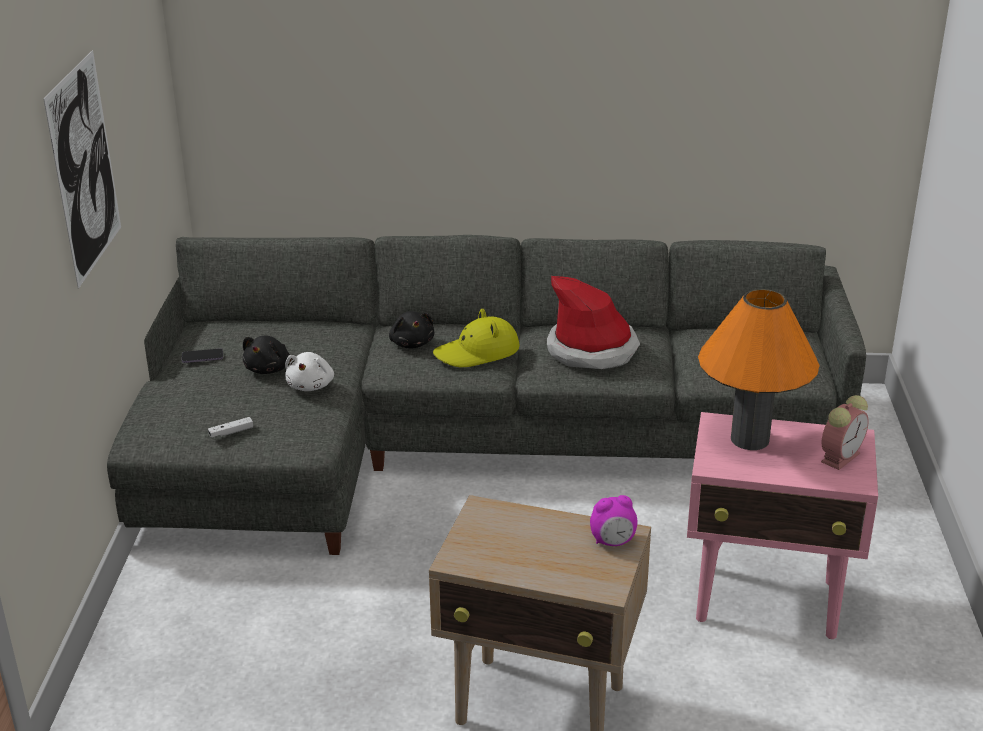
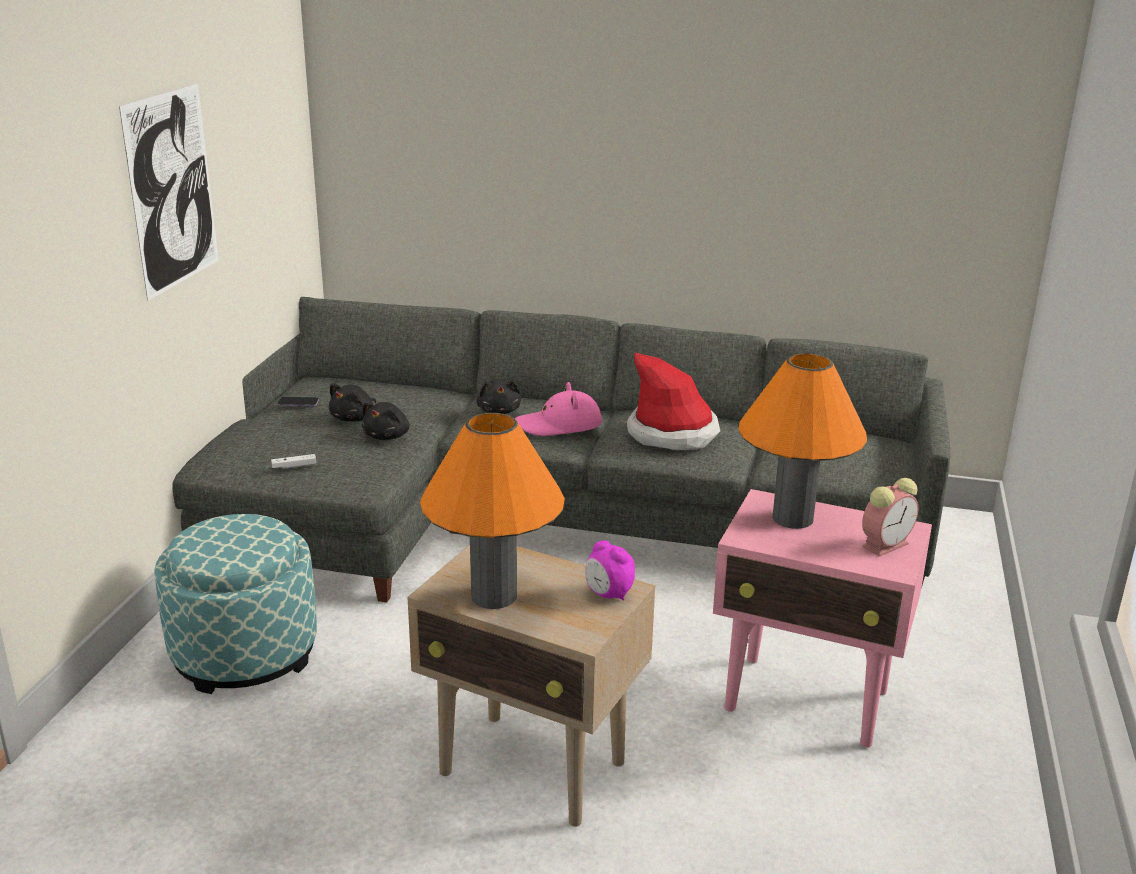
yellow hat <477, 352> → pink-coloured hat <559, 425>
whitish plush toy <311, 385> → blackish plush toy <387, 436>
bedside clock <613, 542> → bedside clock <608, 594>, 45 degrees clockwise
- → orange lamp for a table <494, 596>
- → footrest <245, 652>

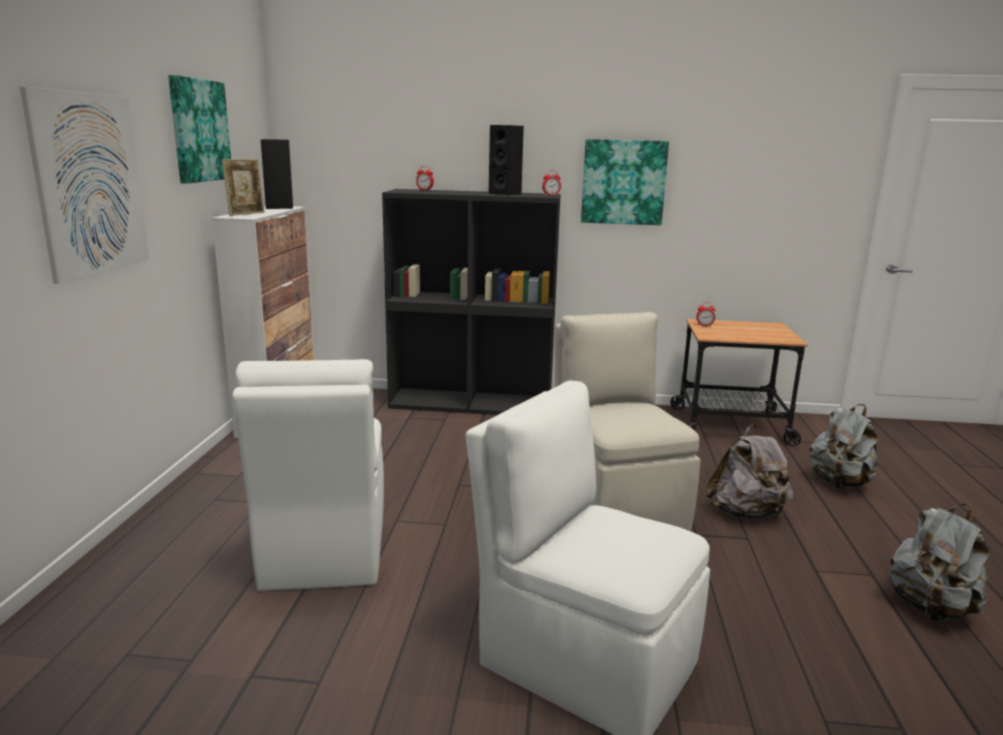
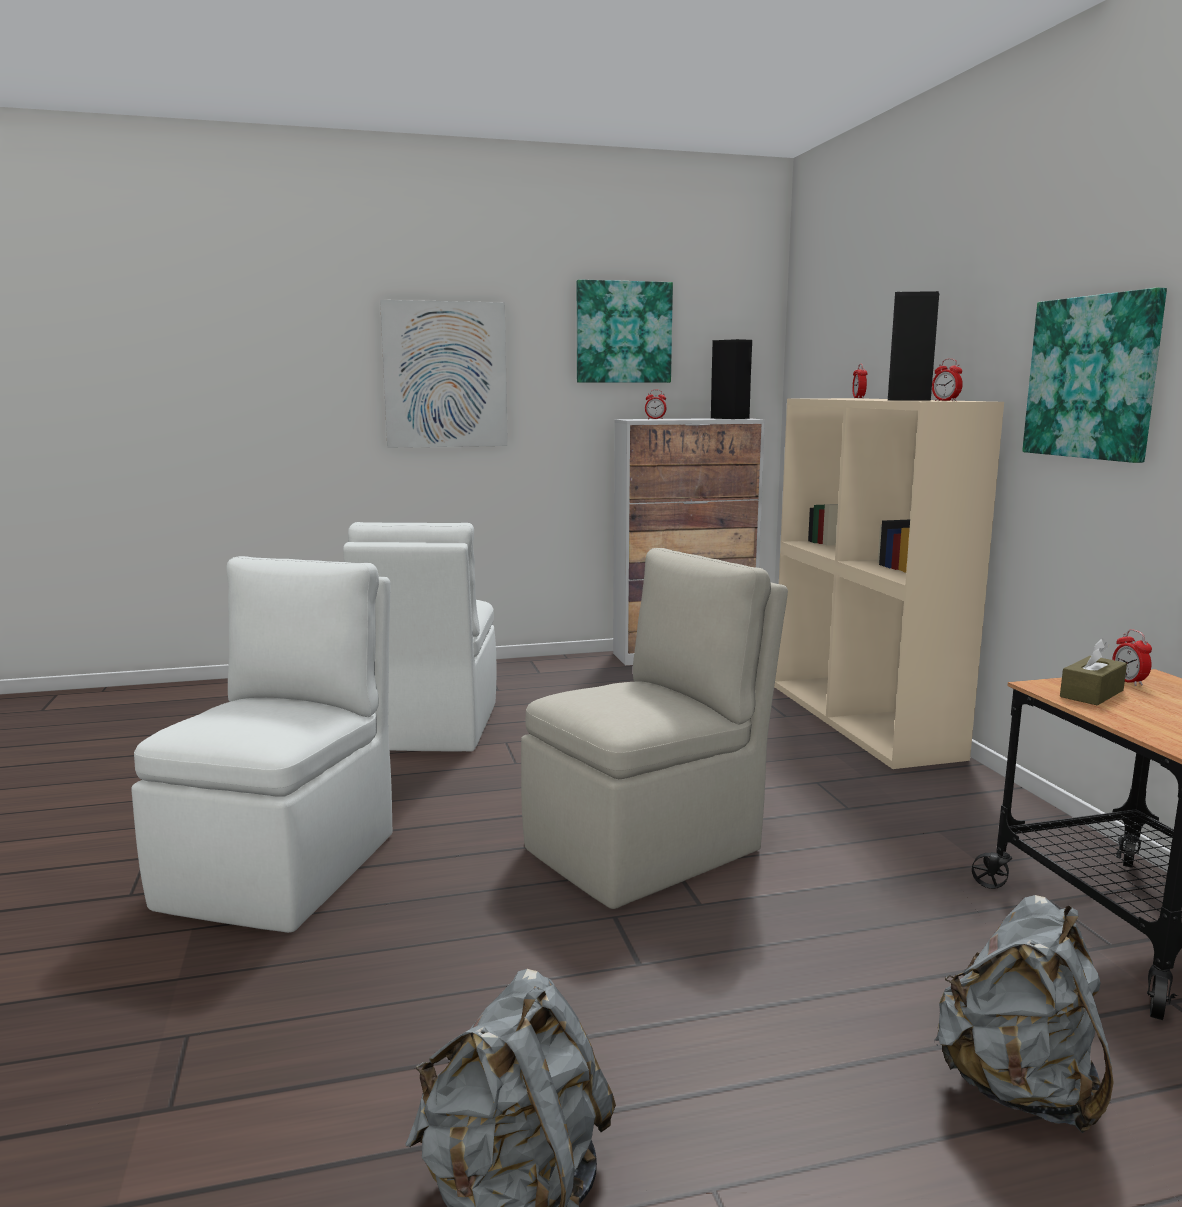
standing frame <246, 214> → bedside clock <655, 419>
blackish bookcase <472, 403> → beige bookcase <863, 720>
whitish upright chair <324, 550> → whitish upright chair <430, 728>, 60 degrees counterclockwise
greyish knapsack <746, 513> → -
- → brownish tissue box <1091, 694>

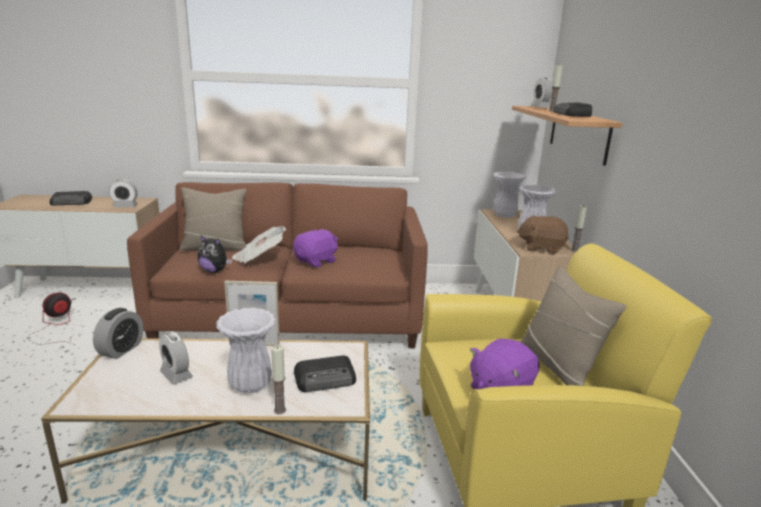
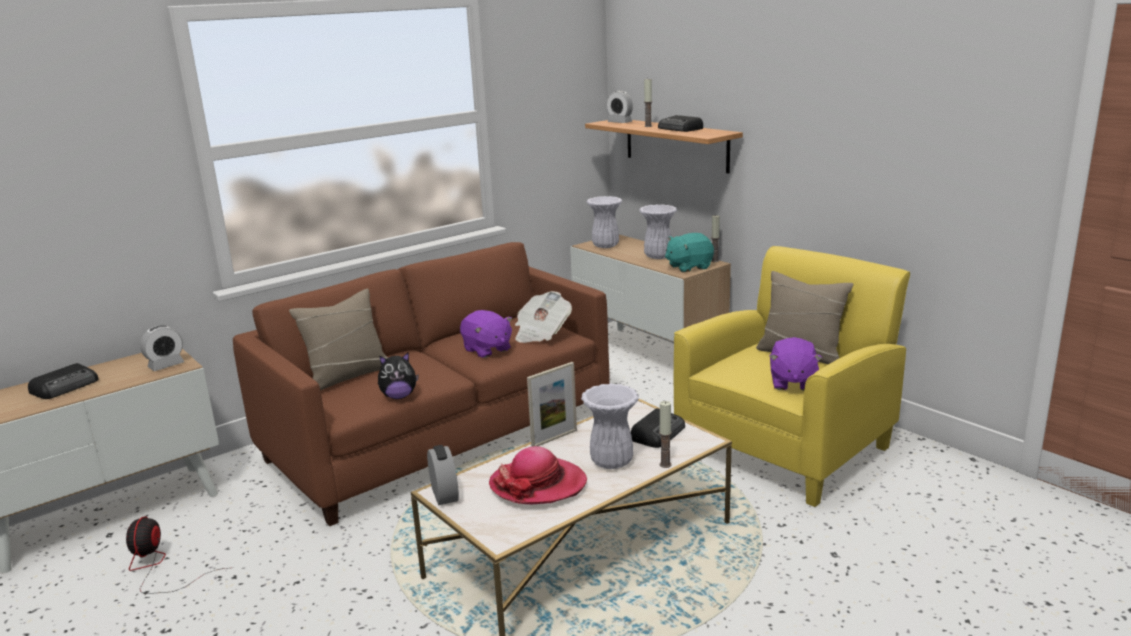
brownish plush toy <541, 248> → blue-green plush toy <688, 267>
printed paper <259, 258> → printed paper <541, 333>, moved
purple plush toy <316, 261> → purple plush toy <487, 350>, 135 degrees clockwise
bedside clock <176, 375> → hat <538, 485>

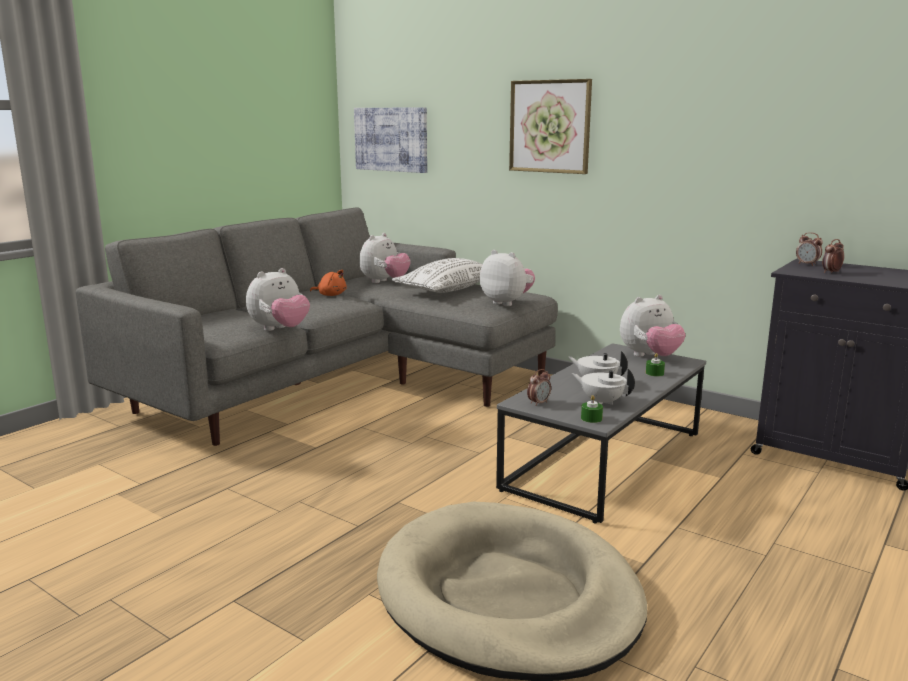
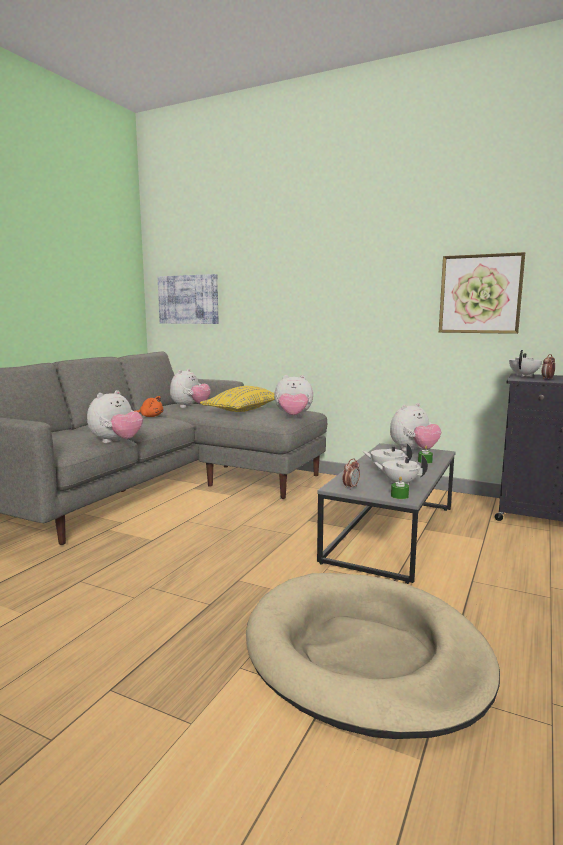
wall art <550, 126> → wall art <480, 294>, moved
bedside clock <807, 264> → whitish teapot <524, 375>
plush toy <507, 303> → plush toy <293, 417>, 150 degrees clockwise
whitish pillow <449, 290> → yellow pillow <244, 410>

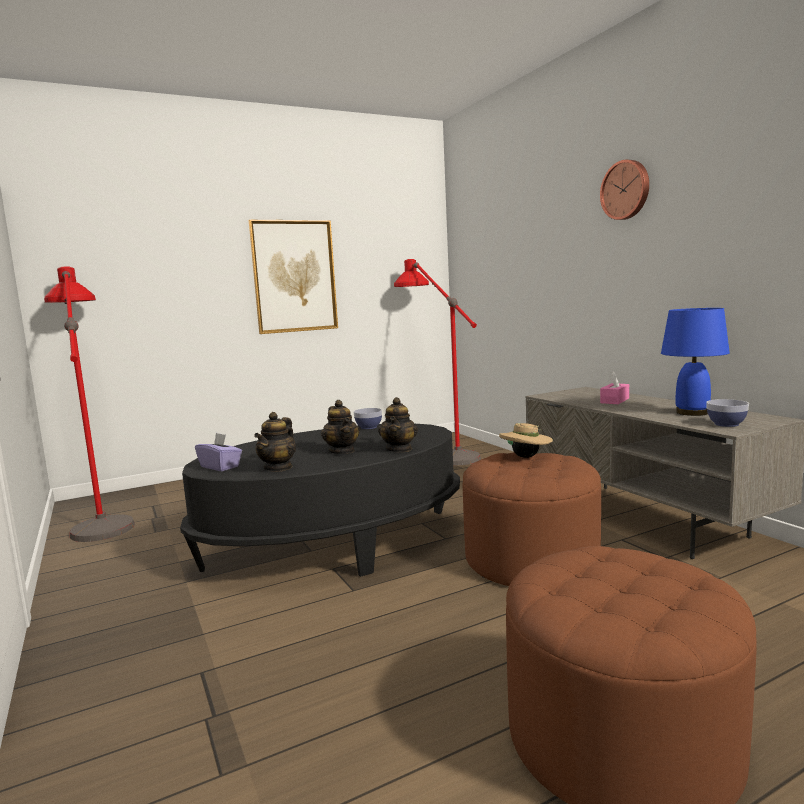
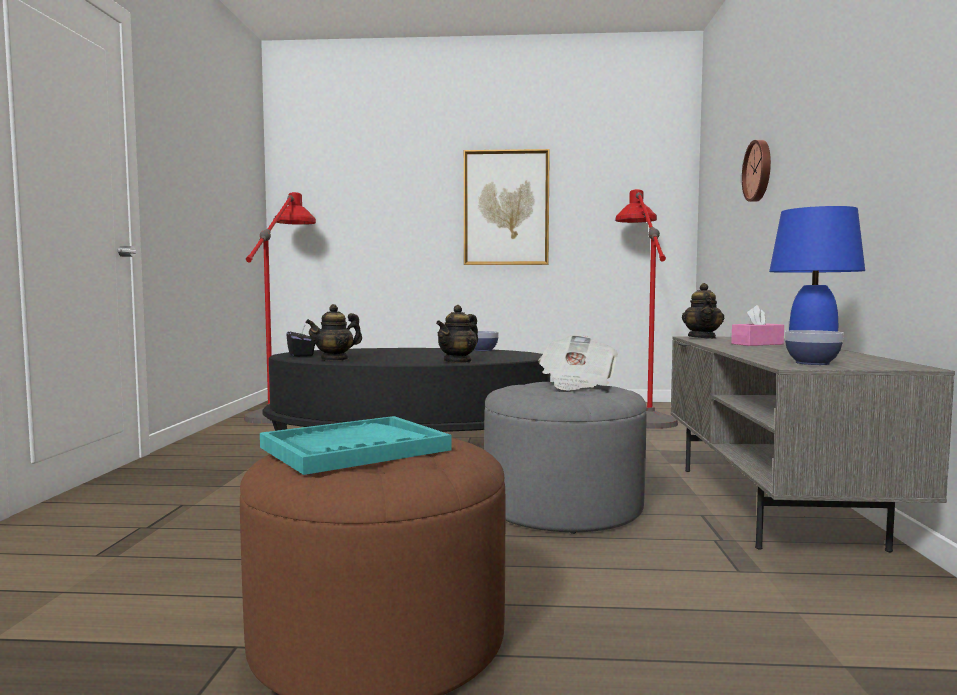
hanging clock <626, 190> → hanging clock <759, 170>, moved
teapot <342, 451> → teapot <702, 337>, moved
beige hat <526, 457> → printed paper <576, 384>
purple tissue box <220, 467> → blackish tissue box <301, 355>
brownish footrest <531, 560> → greyish footrest <563, 506>
- → blue-green carrying tray <354, 449>

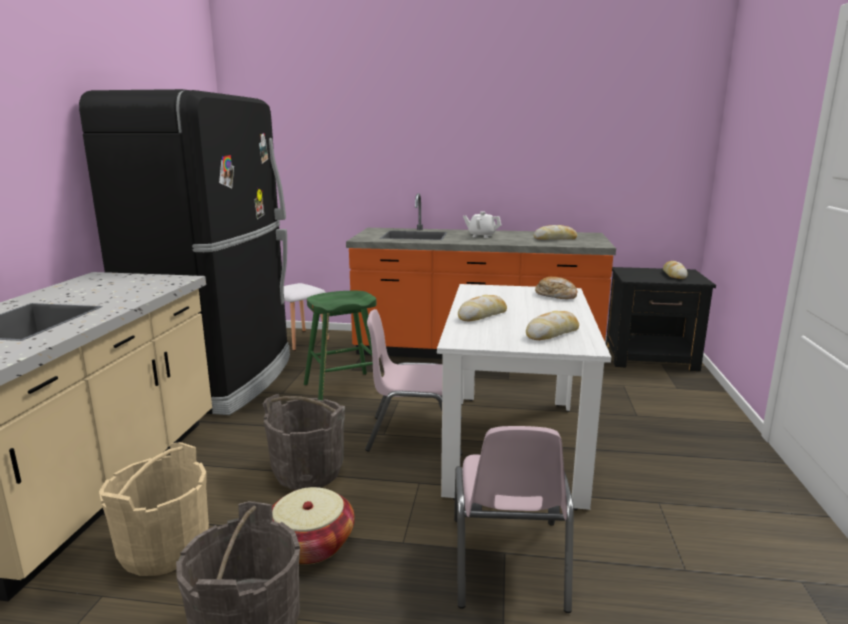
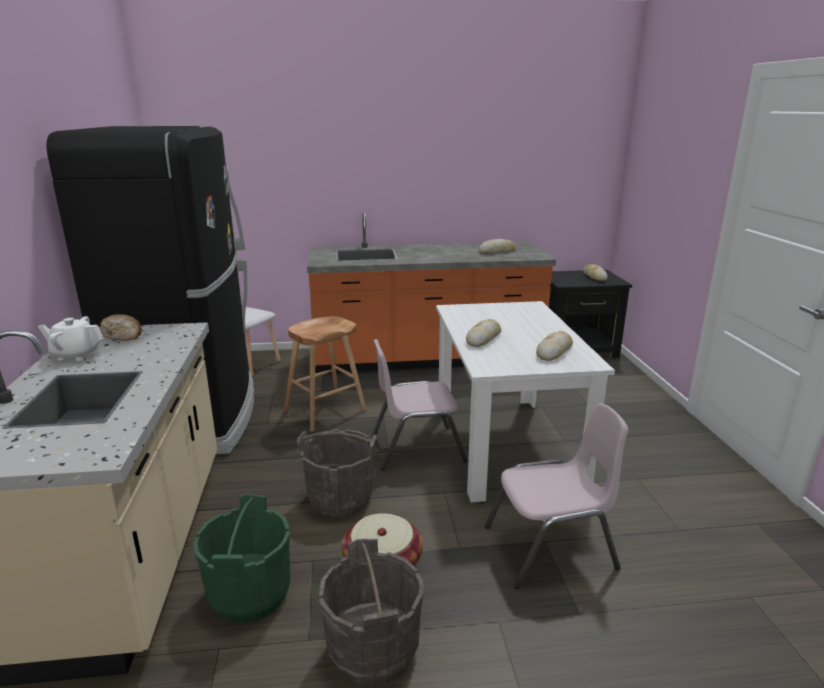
whitish teapot <481, 236> → whitish teapot <76, 355>, moved
baked bread <556, 295> → baked bread <123, 335>, moved
greenish stool seat <343, 388> → brownish stool seat <325, 411>
pink-coloured upright chair <507, 562> → pink-coloured upright chair <551, 548>, 90 degrees counterclockwise
beige bucket <164, 548> → greenish bucket <249, 593>

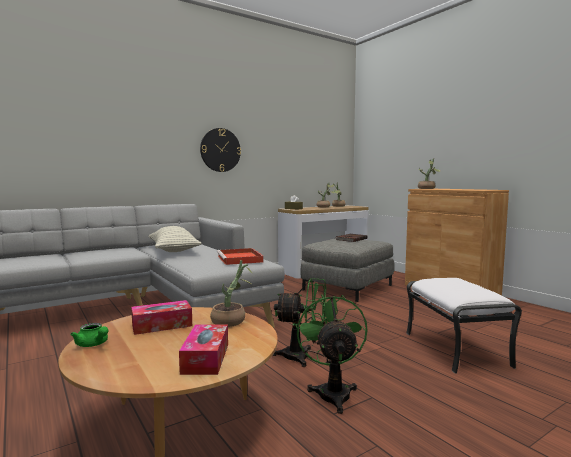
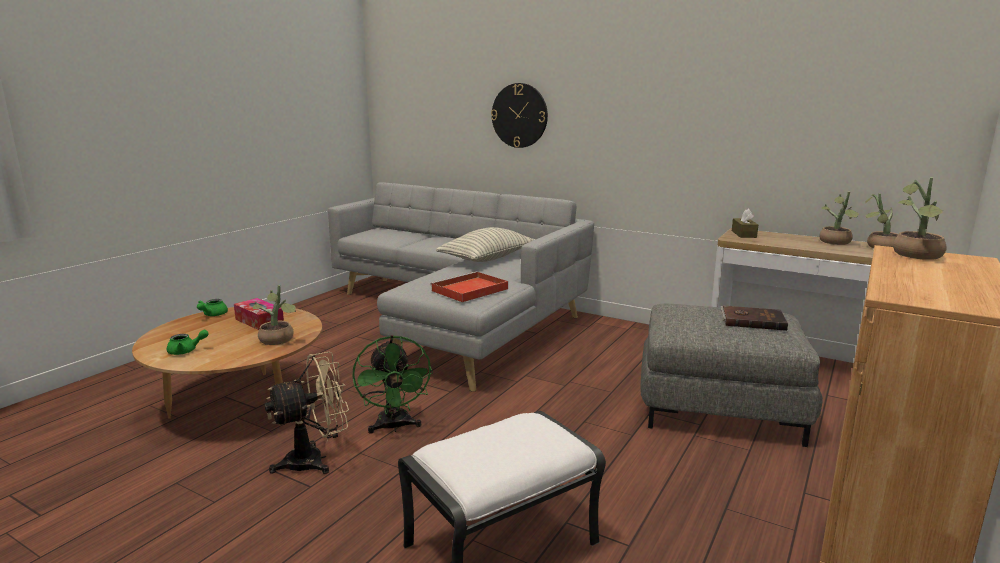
hanging clock <220, 150> → hanging clock <519, 115>, moved
greenish electric fan <332, 391> → beige electric fan <315, 460>
tissue box <205, 358> → greenish teapot <186, 351>

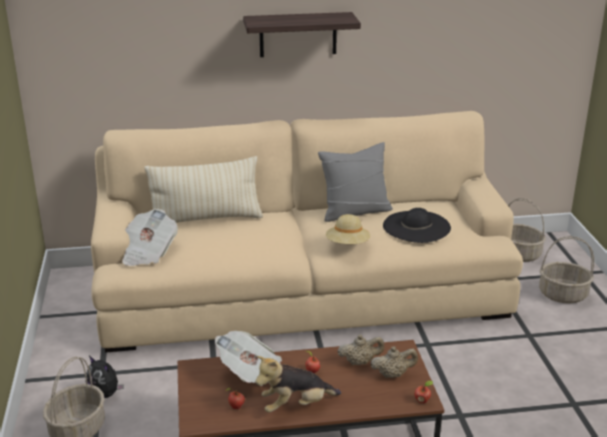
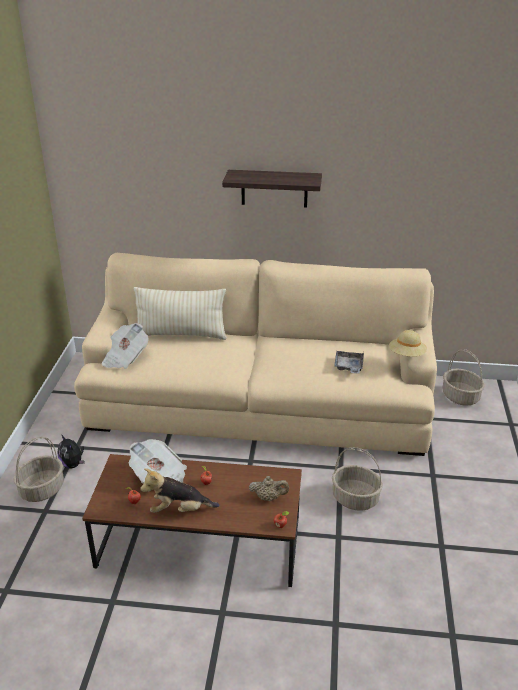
greyish pillow <355, 212> → -
blackish hat <416, 226> → greyish carrying tray <348, 366>
beige hat <347, 244> → beige hat <406, 355>, moved
storage basket <563, 294> → storage basket <355, 498>, moved
beige teapot <360, 362> → -

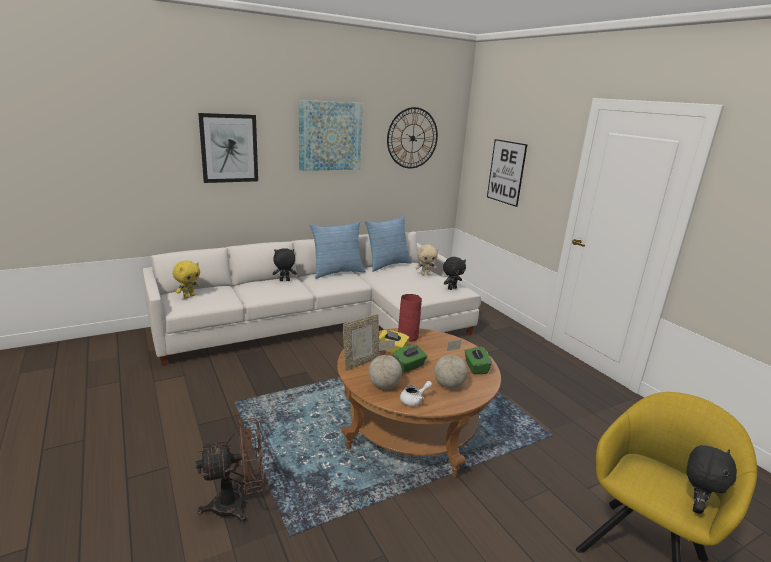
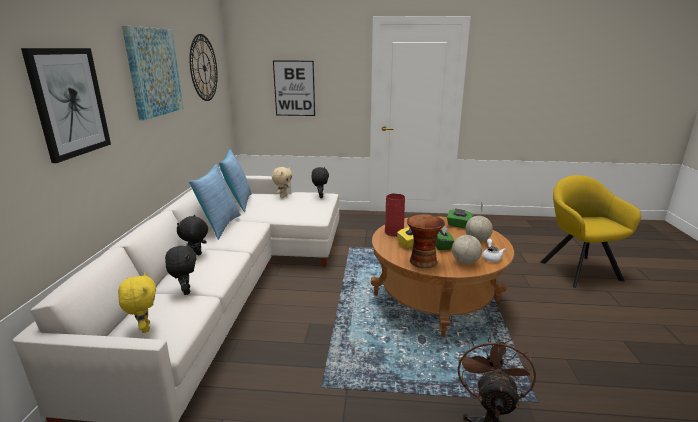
standing frame <361, 362> → decorative vase <422, 261>
blackish plush toy <695, 506> → blackish plush toy <185, 291>, moved

